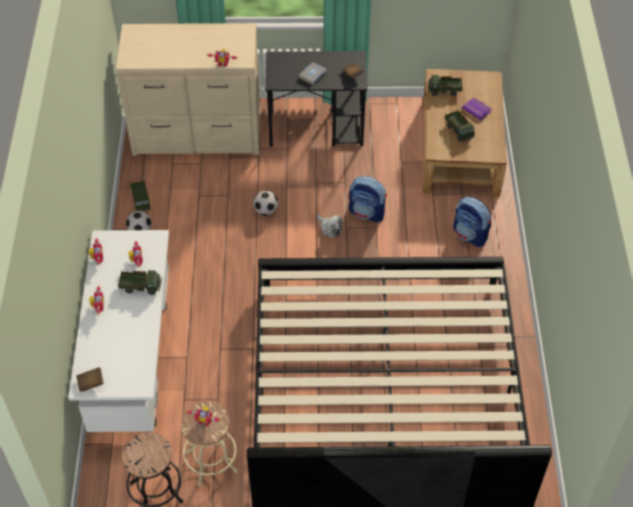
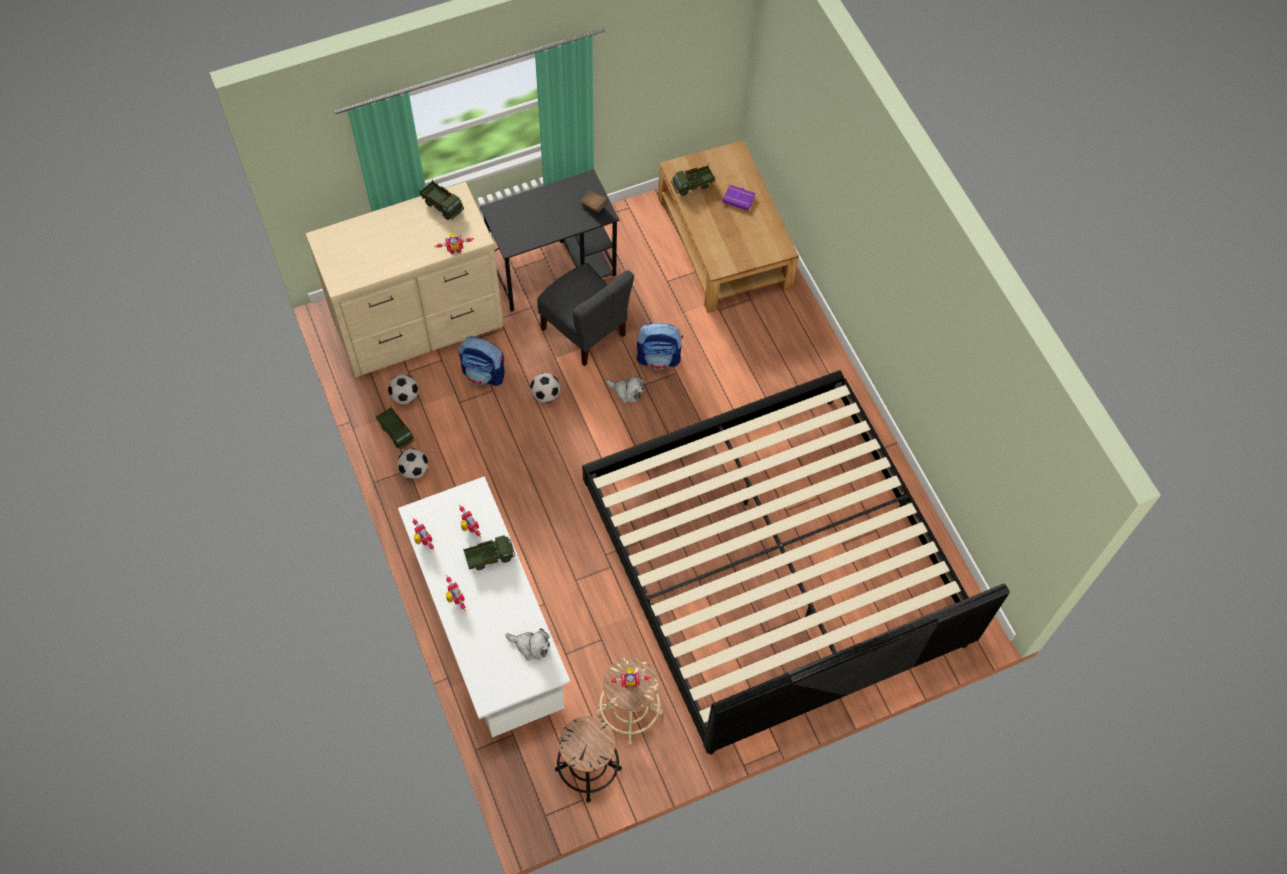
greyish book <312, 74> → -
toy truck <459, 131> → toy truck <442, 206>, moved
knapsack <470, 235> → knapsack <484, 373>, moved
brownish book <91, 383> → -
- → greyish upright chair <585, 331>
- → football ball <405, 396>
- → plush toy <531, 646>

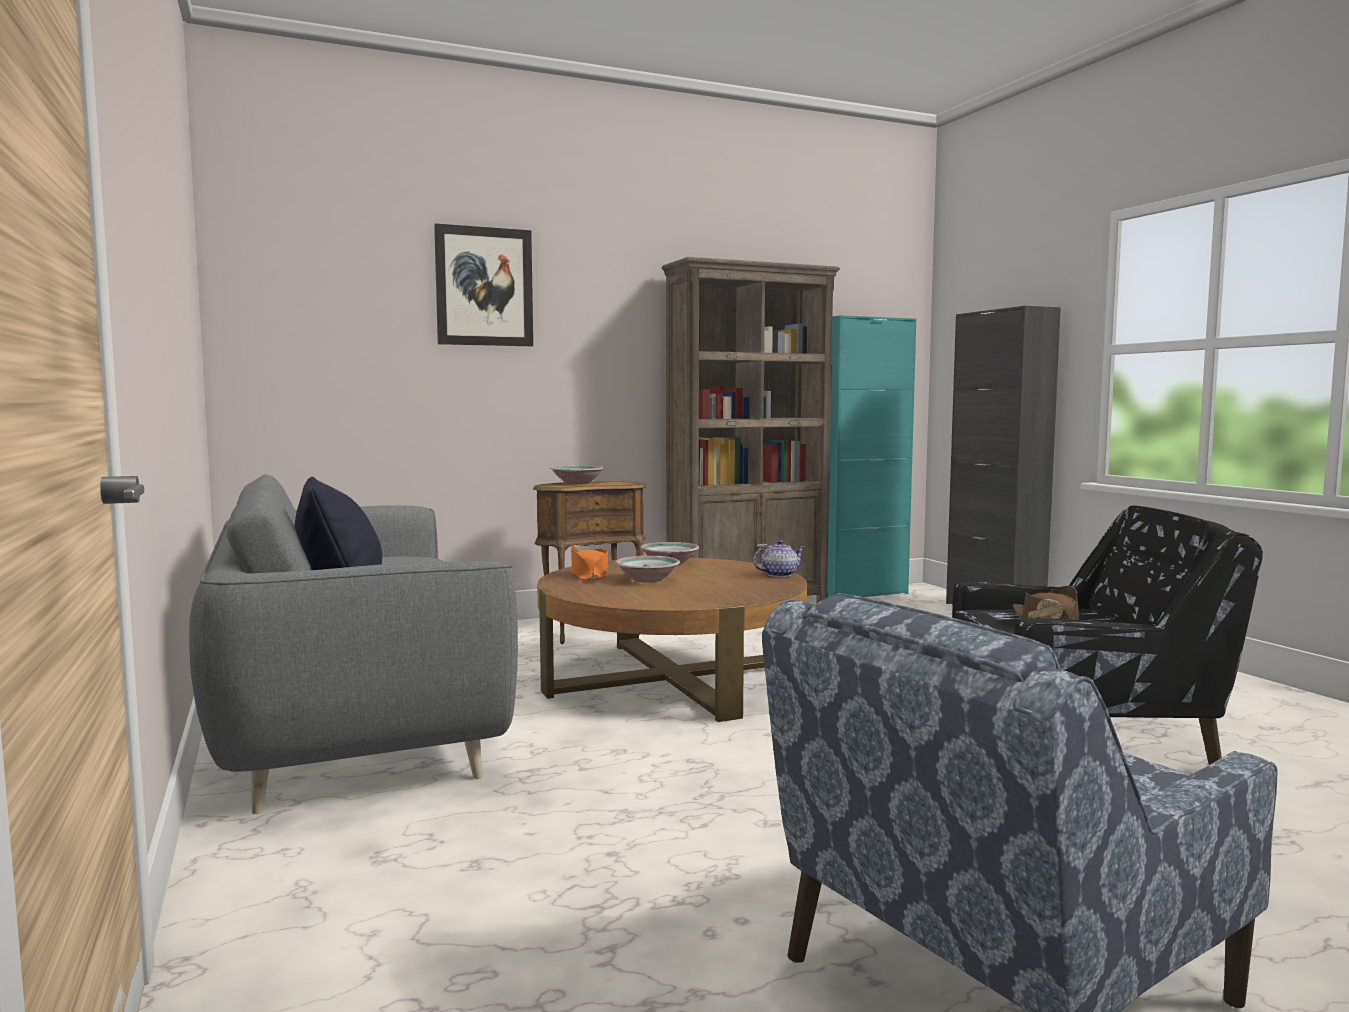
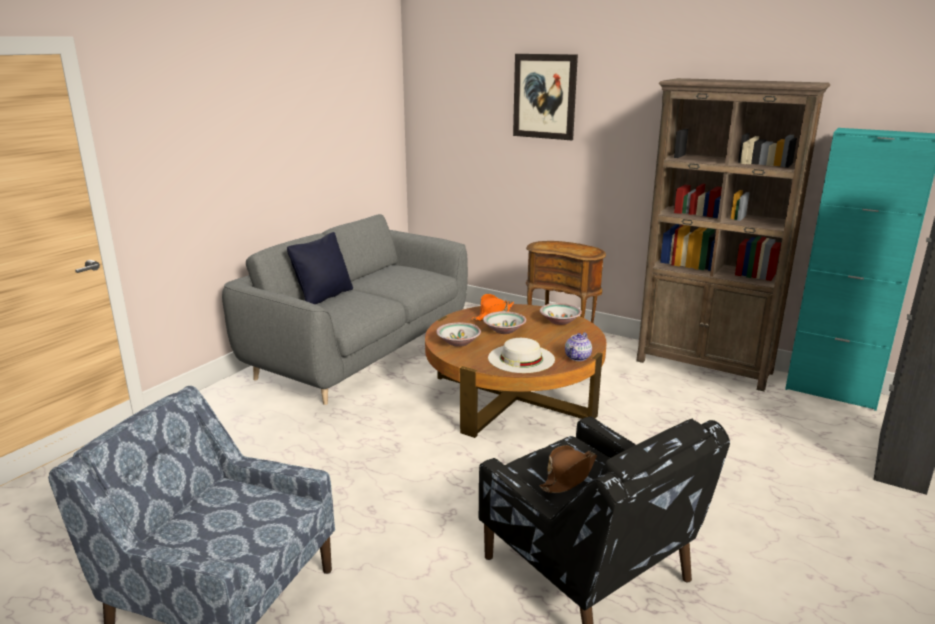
bowl <577, 483> → bowl <459, 342>, moved
teapot <778, 574> → teapot <578, 357>, 90 degrees clockwise
- → whitish hat <521, 358>

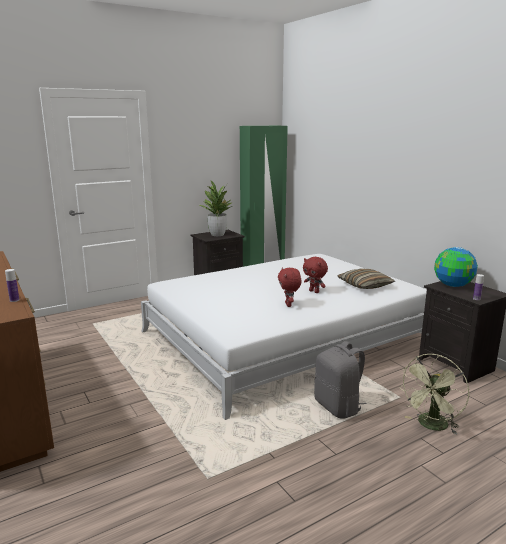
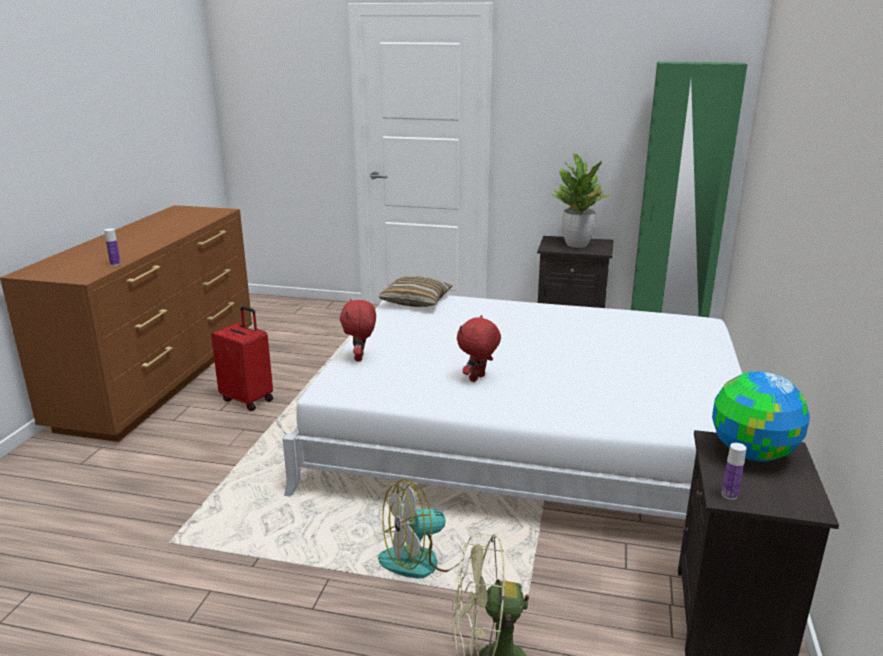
reddish plush toy <314, 291> → reddish plush toy <360, 358>, moved
pillow <365, 285> → pillow <416, 301>, moved
greyish knapsack <338, 407> → electric fan <422, 559>
- → reddish travel case <248, 399>

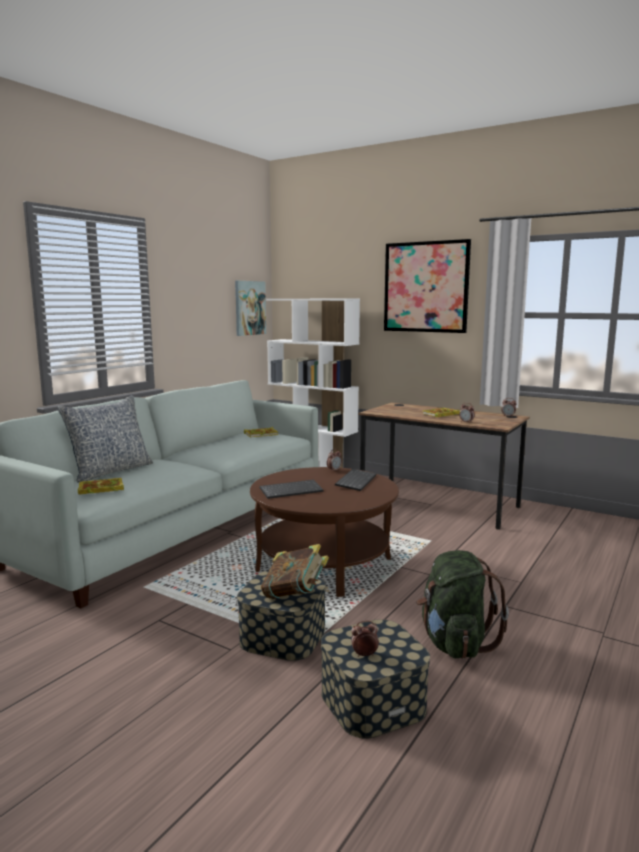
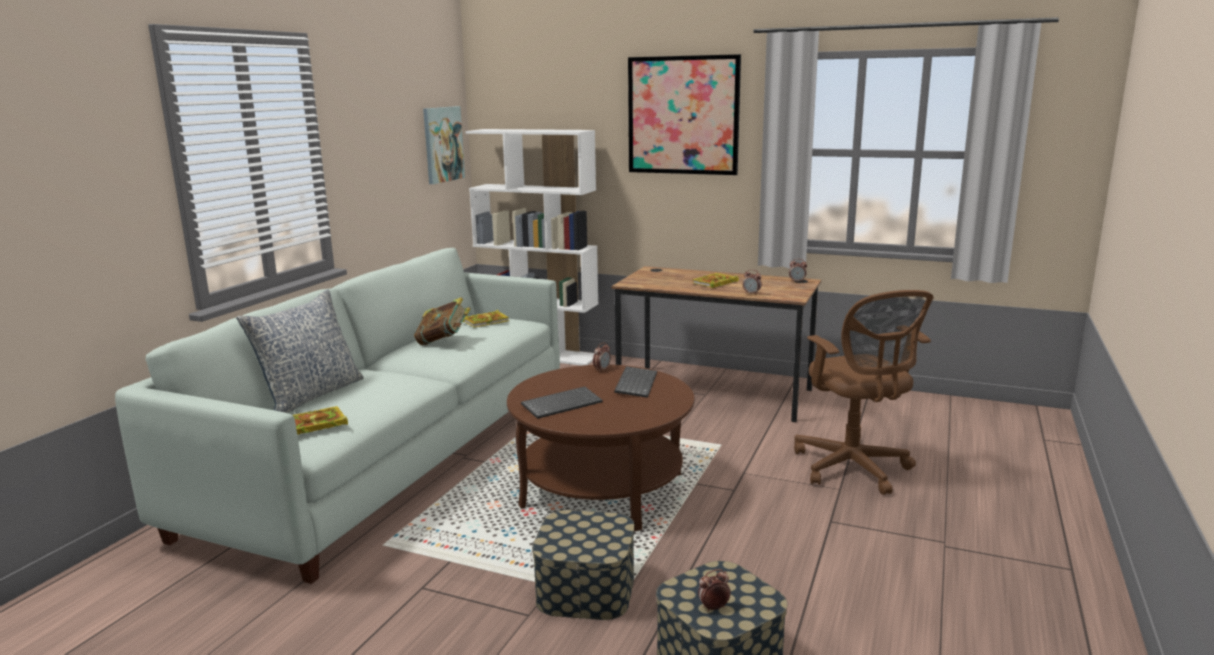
book <295, 595> → book <444, 342>, moved
greenish knapsack <455, 643> → -
- → brownish office chair <853, 469>

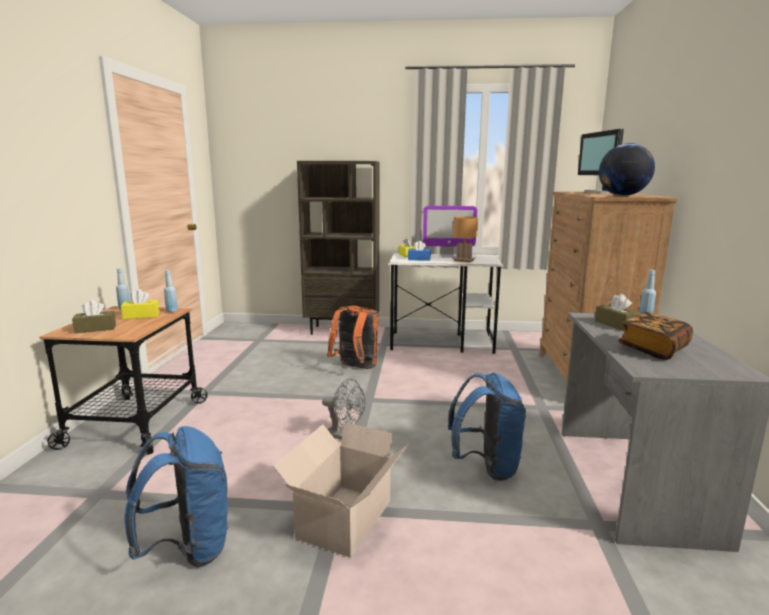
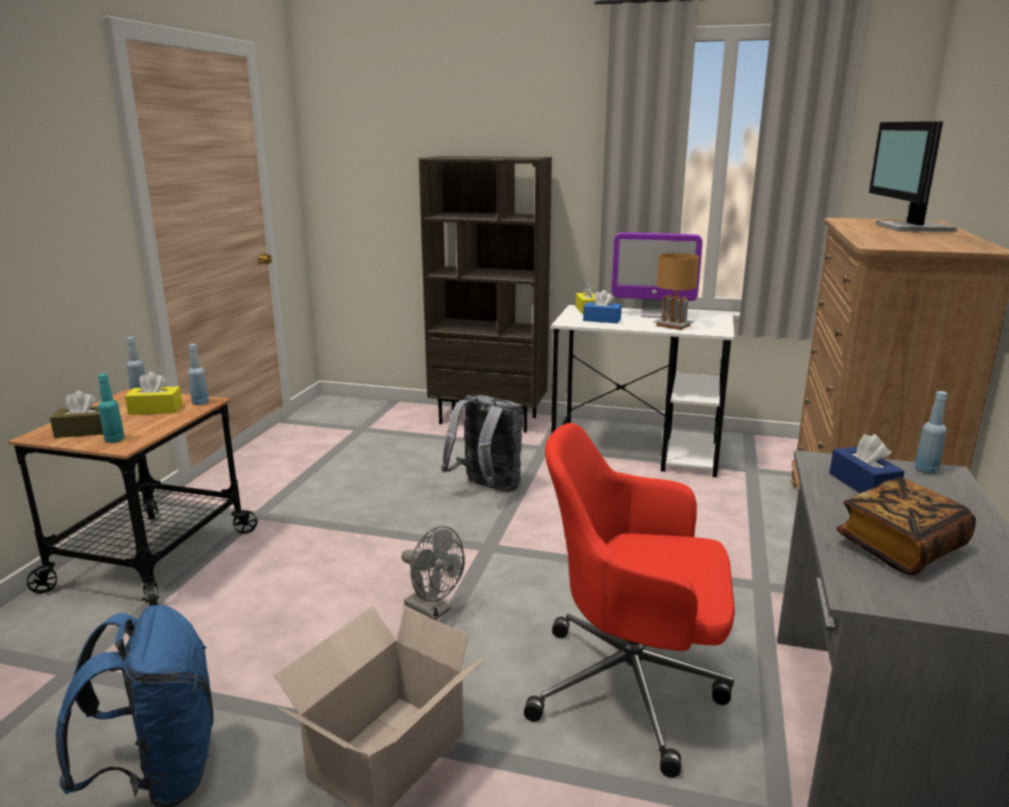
globe <622, 195> → -
brownish tissue box <616, 325> → bluish tissue box <863, 485>
orange knapsack <355, 368> → greyish knapsack <487, 489>
bluish knapsack <486, 467> → reddish office chair <632, 688>
- → blue-green bottle <114, 440>

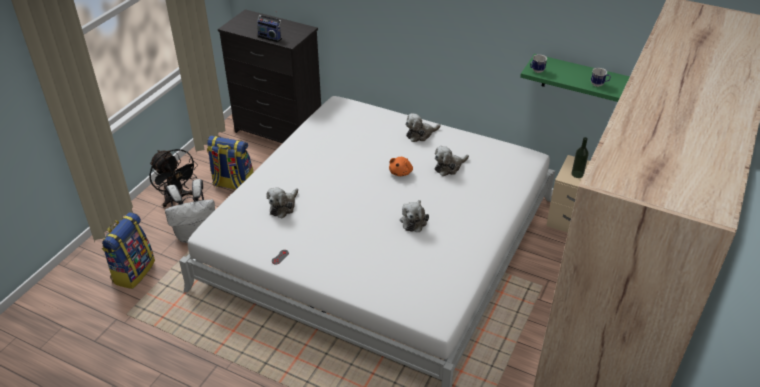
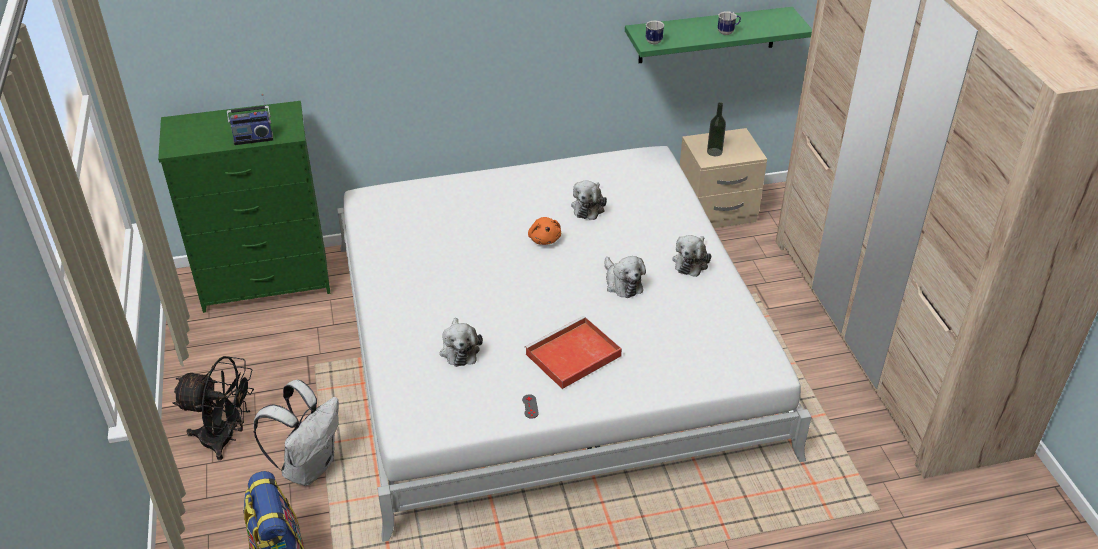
blackish dresser <279, 132> → greenish dresser <267, 282>
plush toy <420, 134> → plush toy <691, 262>, moved
knapsack <233, 184> → -
- → reddish carrying tray <572, 356>

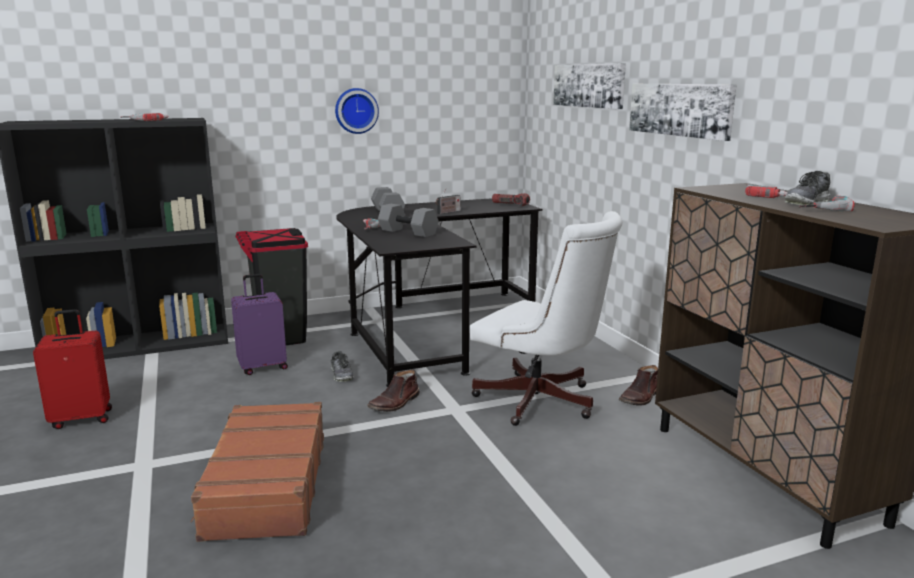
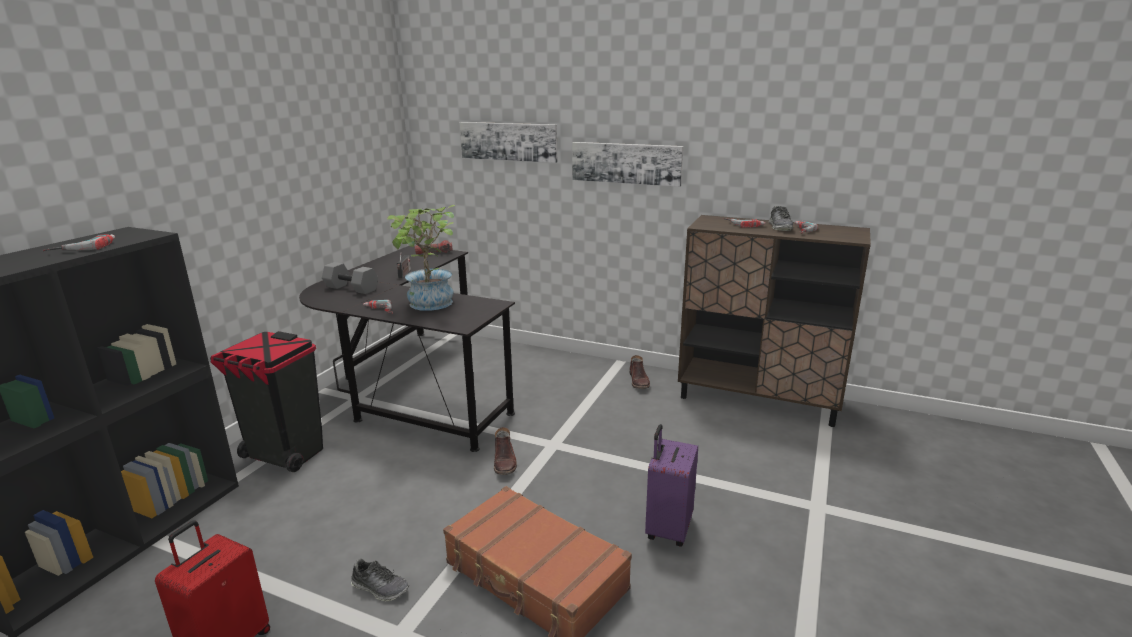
hanging clock <356, 111> → -
greyish free weight <407, 232> → potted plant <429, 305>
whitish office chair <542, 402> → -
purple travel case <262, 367> → purple travel case <667, 529>, moved
shoe <342, 375> → shoe <380, 588>, moved

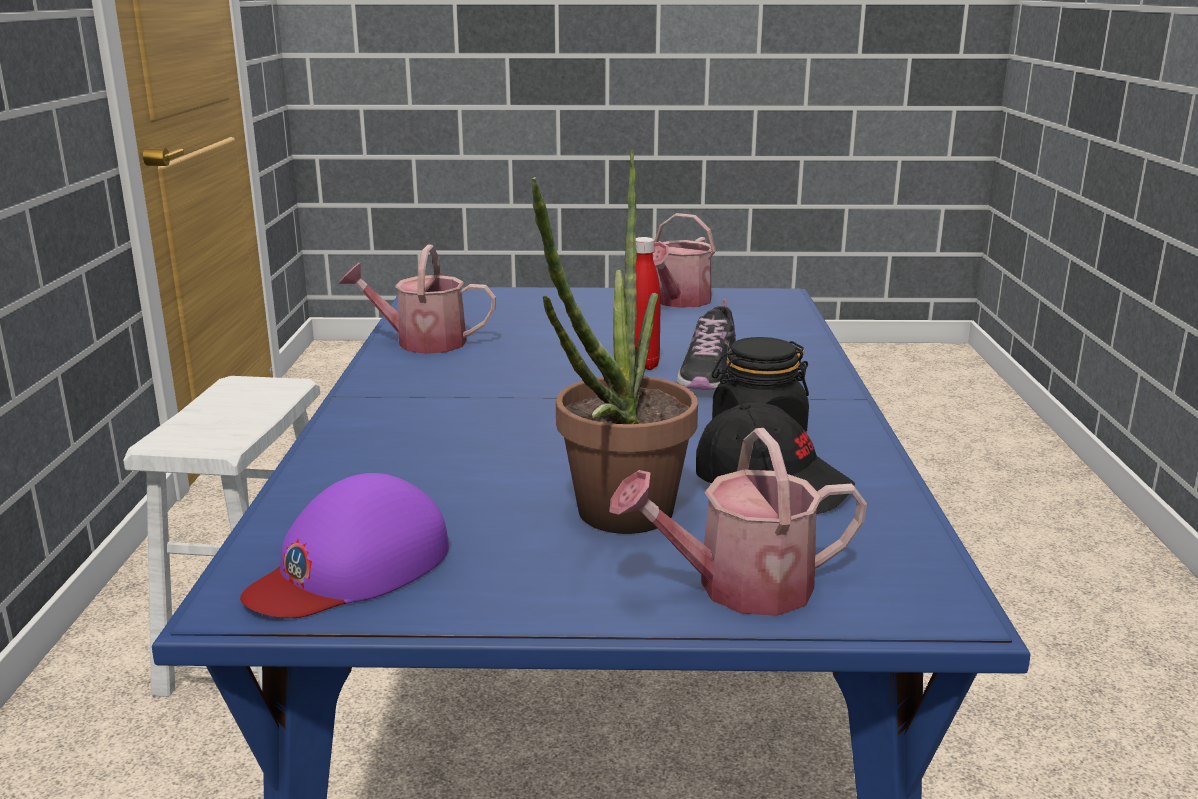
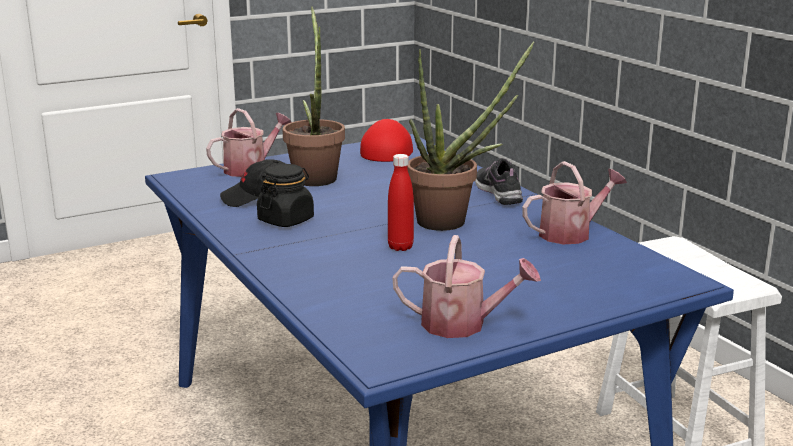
watering pot <678, 302> → watering pot <463, 324>, 105 degrees clockwise
shoe <708, 374> → shoe <498, 193>, moved
purple cap <351, 568> → reddish cap <388, 150>
- → potted plant <452, 221>

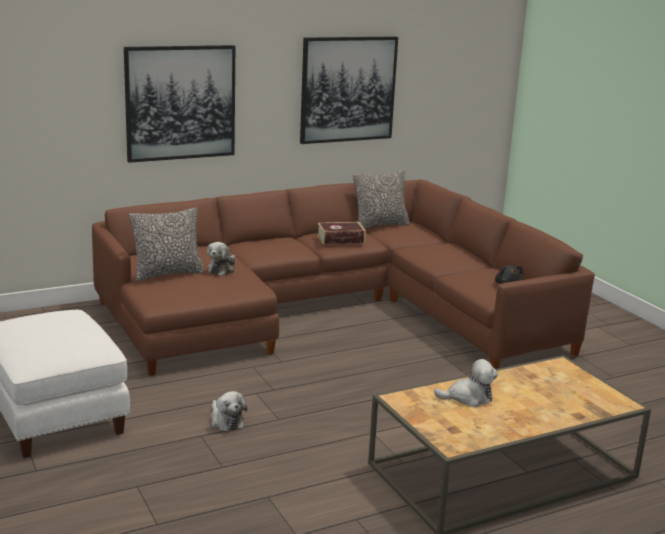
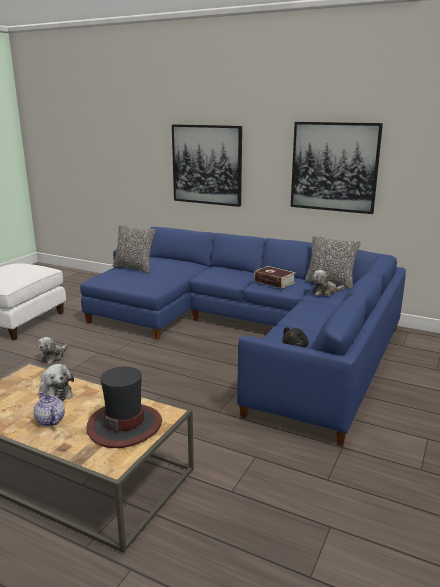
brownish sofa <331, 310> → bluish sofa <249, 333>
plush toy <222, 269> → plush toy <325, 292>, moved
- → hat <125, 425>
- → teapot <50, 420>

